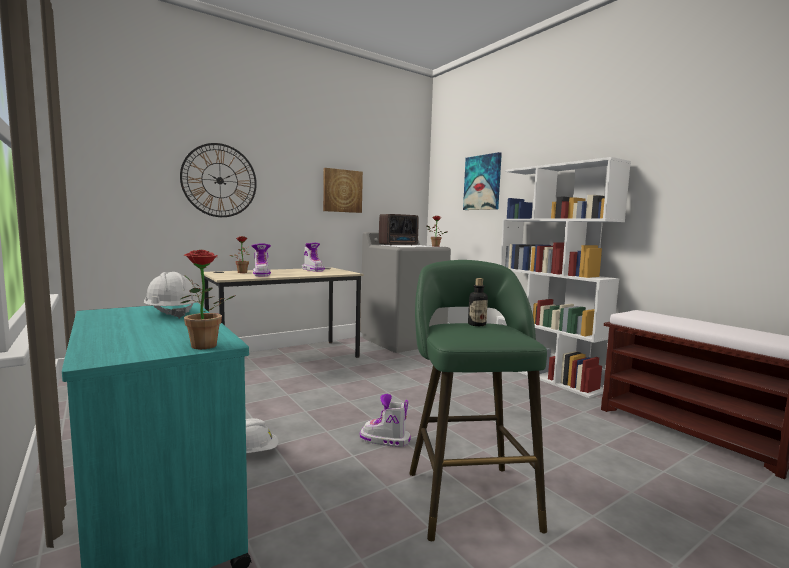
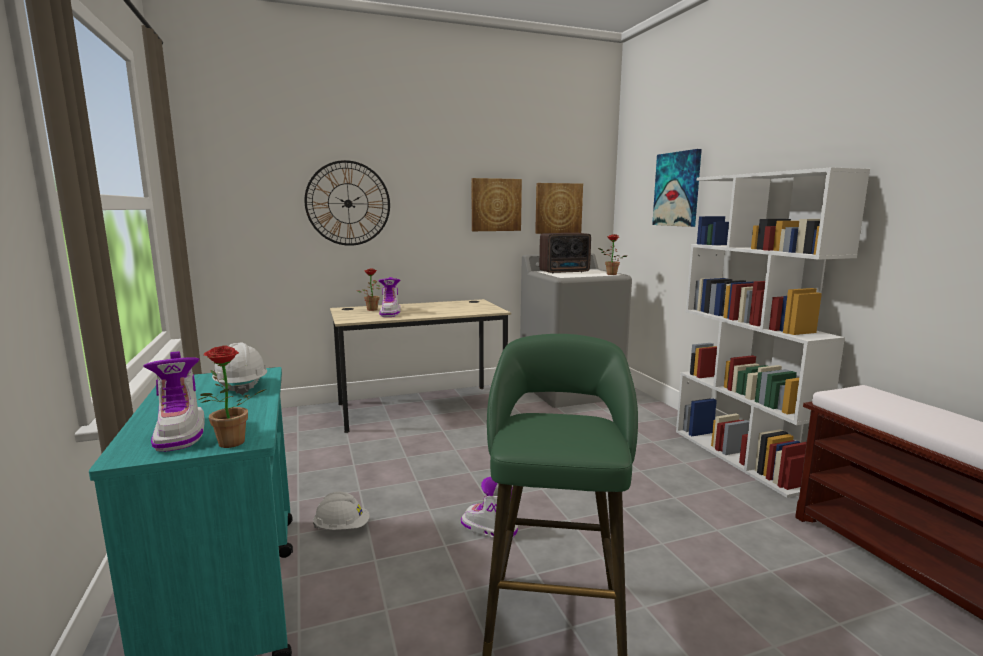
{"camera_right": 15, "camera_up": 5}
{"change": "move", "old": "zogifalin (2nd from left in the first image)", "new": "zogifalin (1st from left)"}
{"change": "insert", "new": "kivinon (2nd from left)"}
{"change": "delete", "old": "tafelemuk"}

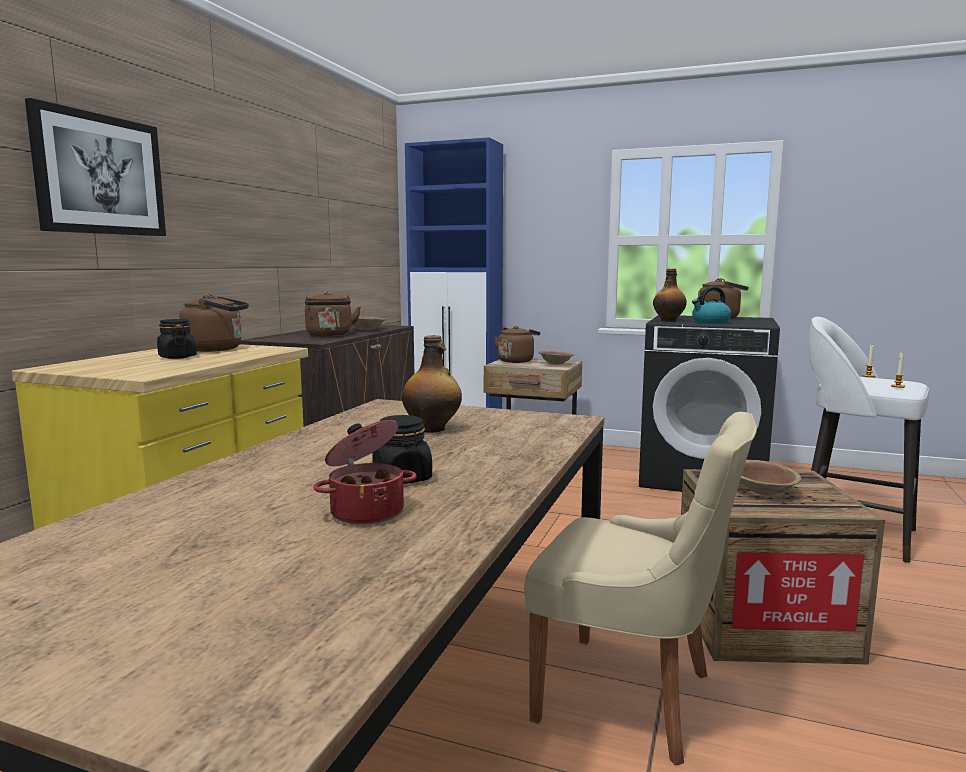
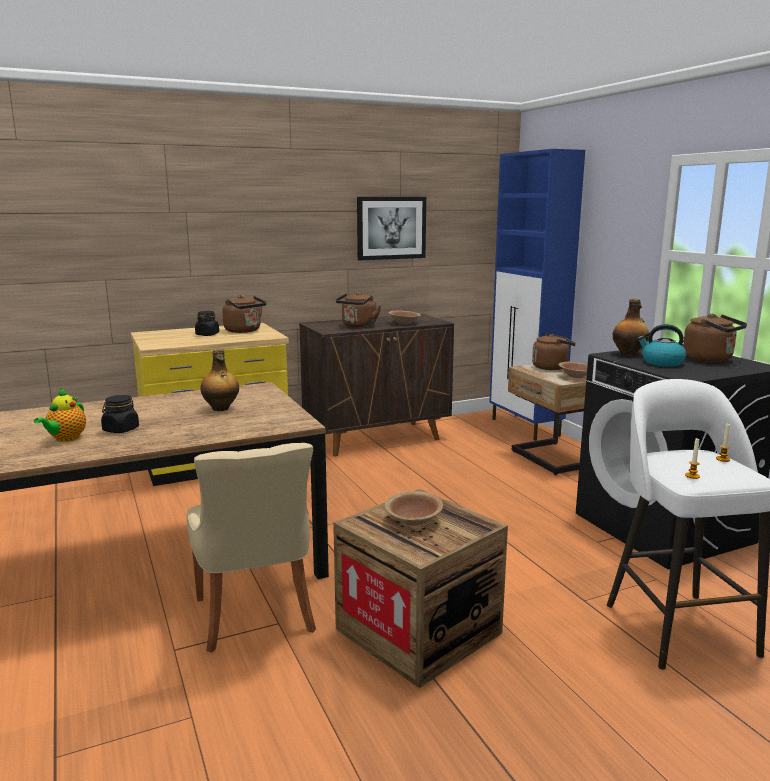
{"camera_right": 45, "camera_up": 5}
{"change": "replace", "old": "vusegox", "new": "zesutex"}
{"change": "move", "old": "kivinon"}

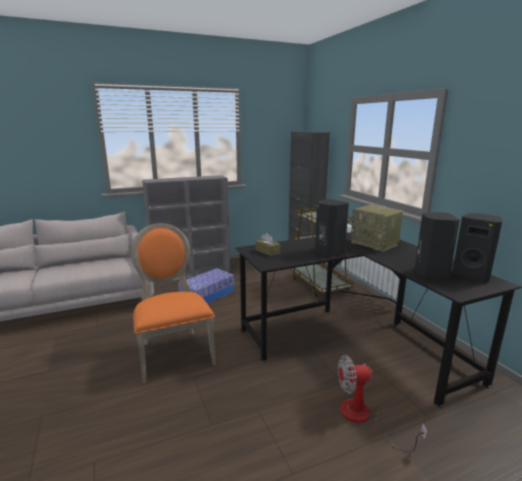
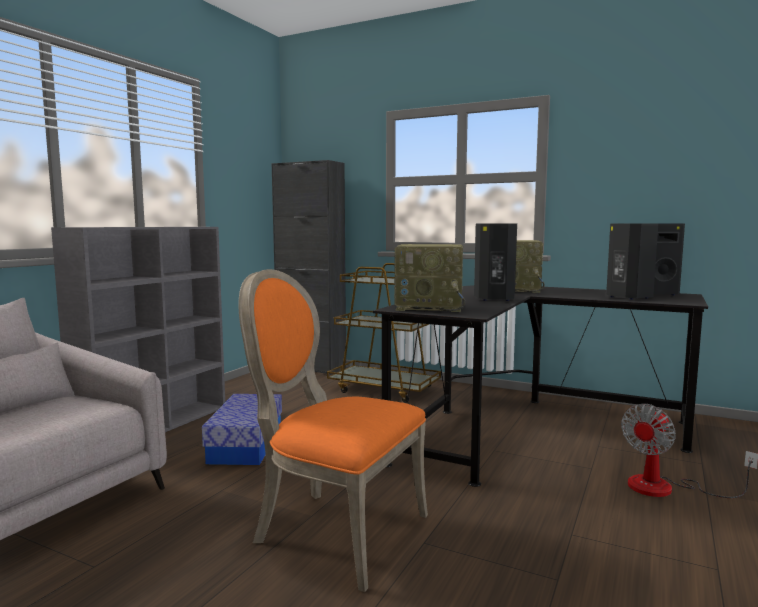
{"camera_right": -40, "camera_up": -10}
{"change": "replace", "old": "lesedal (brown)", "new": "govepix (1st from left)"}

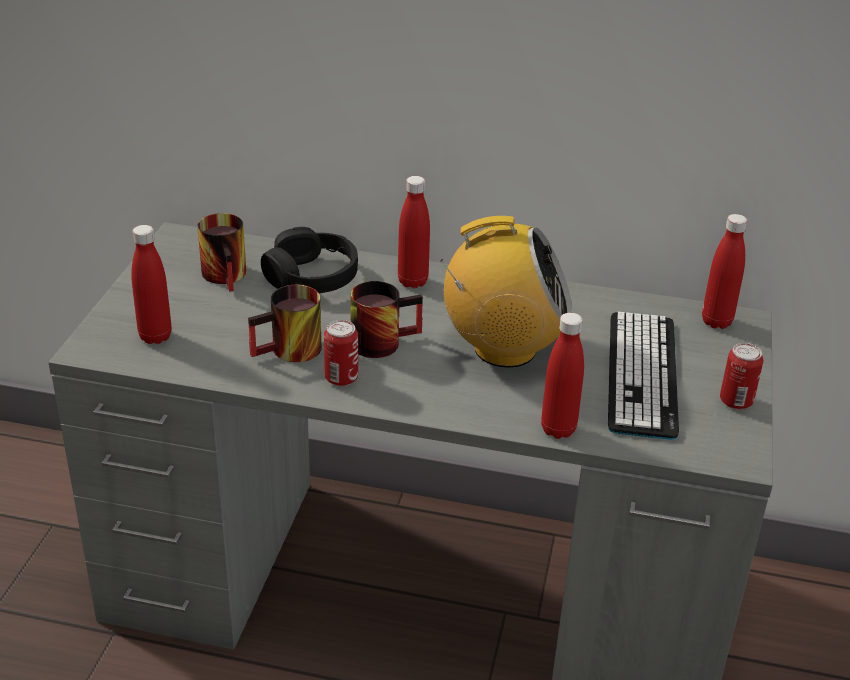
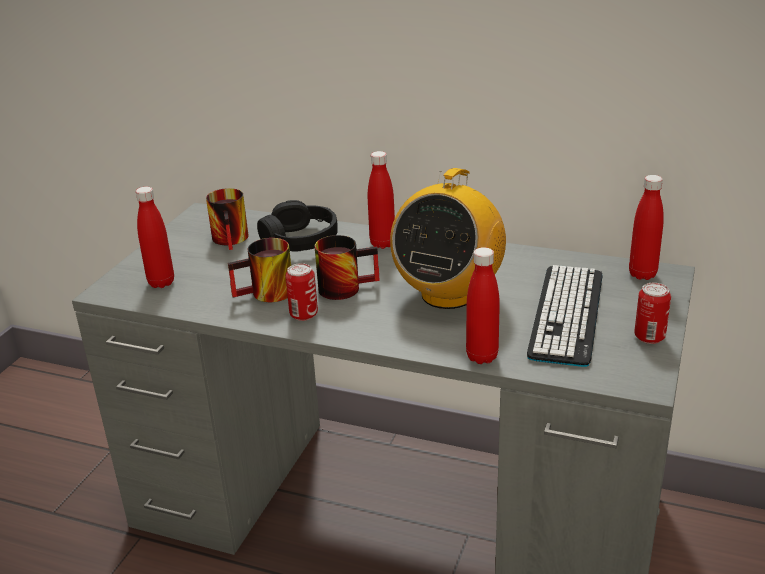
{"camera_right": 10, "camera_up": -5}
{"change": "rotate", "old": "govepix", "degrees": 105}

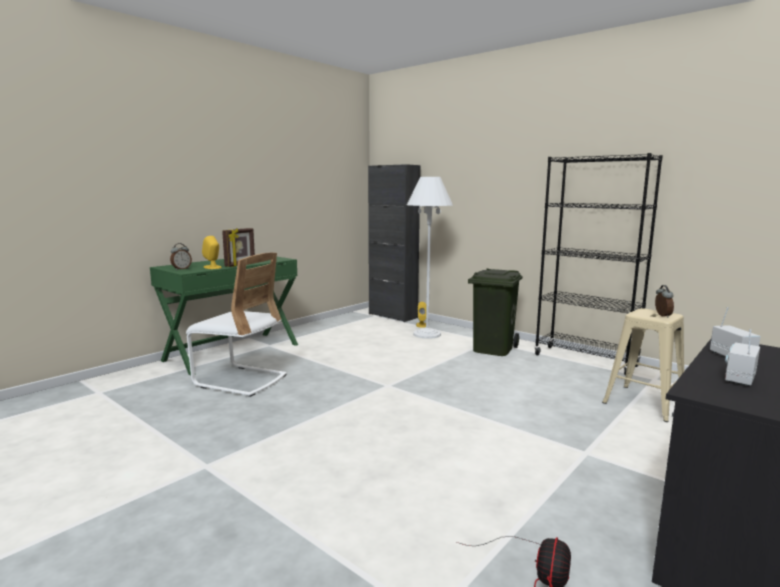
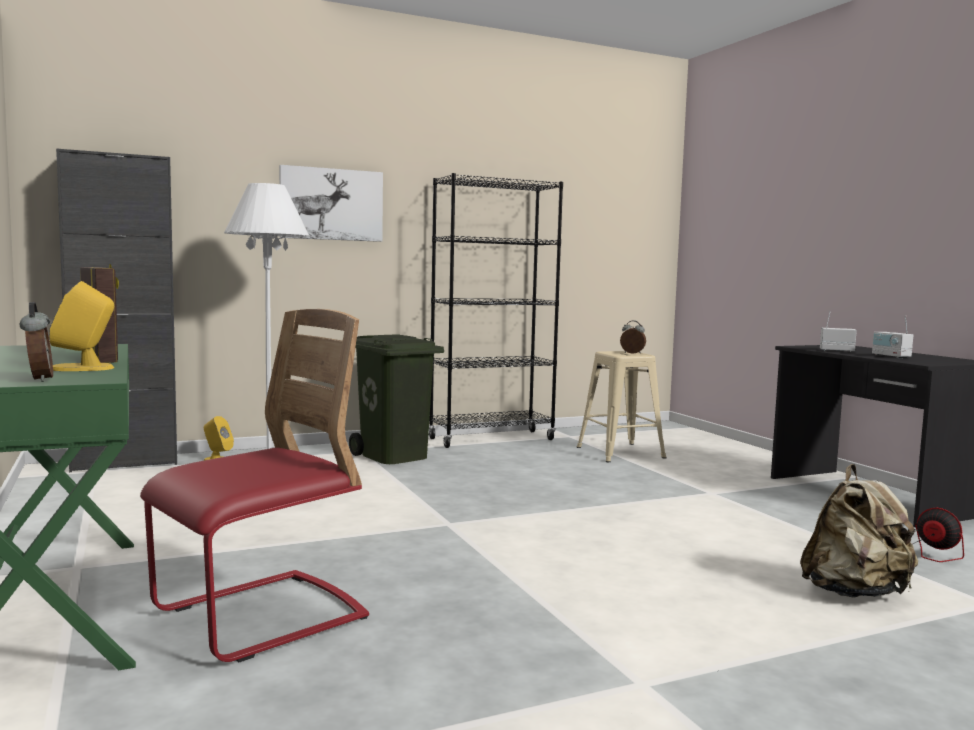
{"camera_right": -65, "camera_up": -5}
{"change": "recolor", "old": "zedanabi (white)", "new": "zedanabi (red)"}
{"change": "insert", "new": "kivinon"}
{"change": "insert", "new": "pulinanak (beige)"}

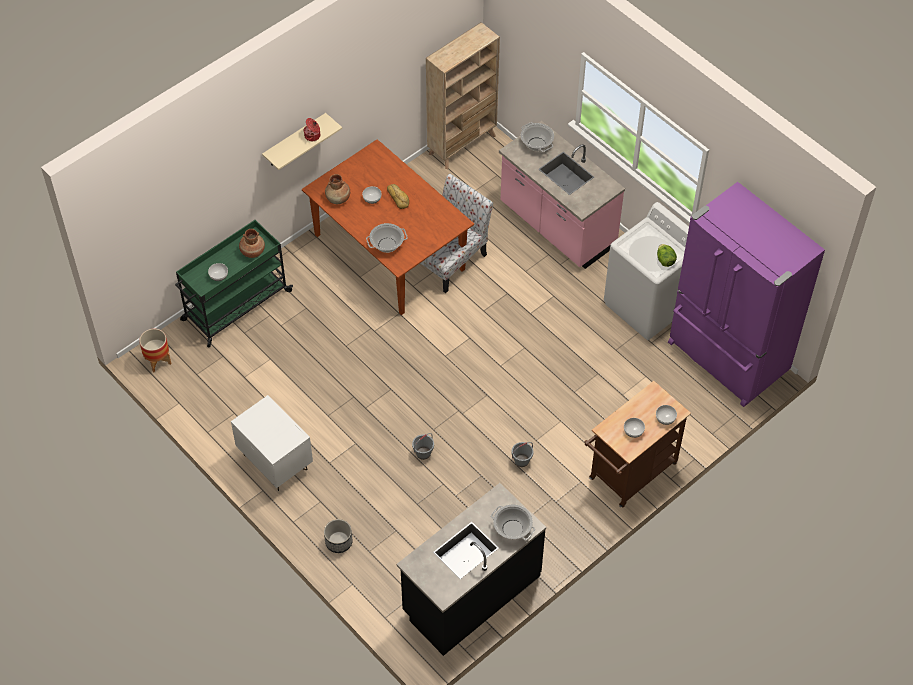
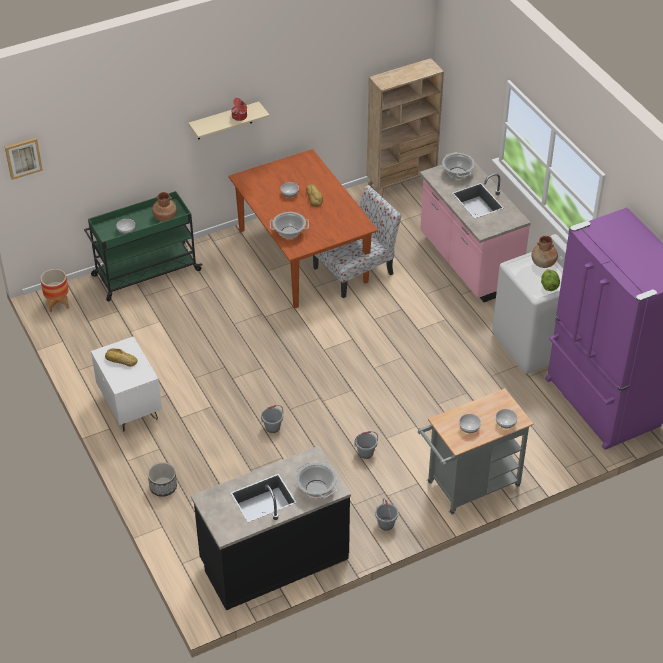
{"camera_right": 15, "camera_up": -10}
{"change": "insert", "new": "kivinon"}
{"change": "insert", "new": "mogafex (1st from left)"}
{"change": "insert", "new": "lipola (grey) (3rd from left)"}
{"change": "recolor", "old": "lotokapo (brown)", "new": "lotokapo (grey)"}
{"change": "move", "old": "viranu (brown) (2nd from left)"}

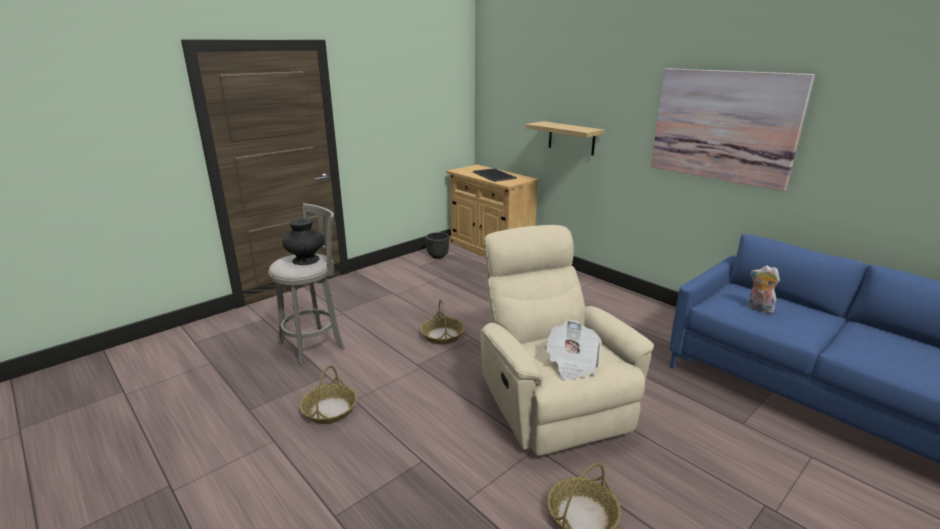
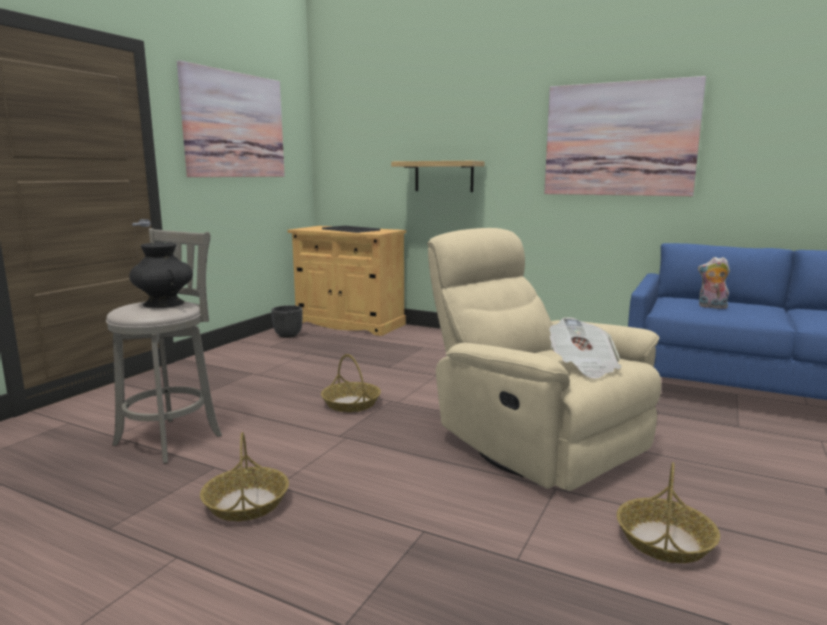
{"camera_right": -20, "camera_up": -10}
{"change": "insert", "new": "kivinon (1st from left)"}

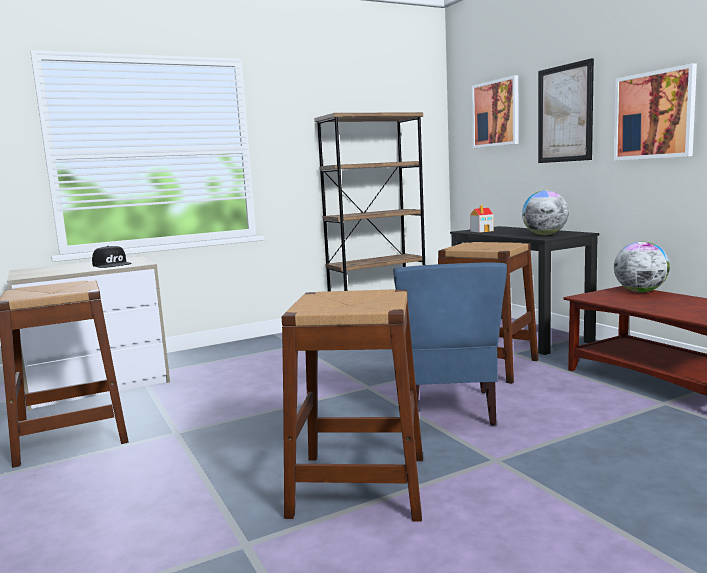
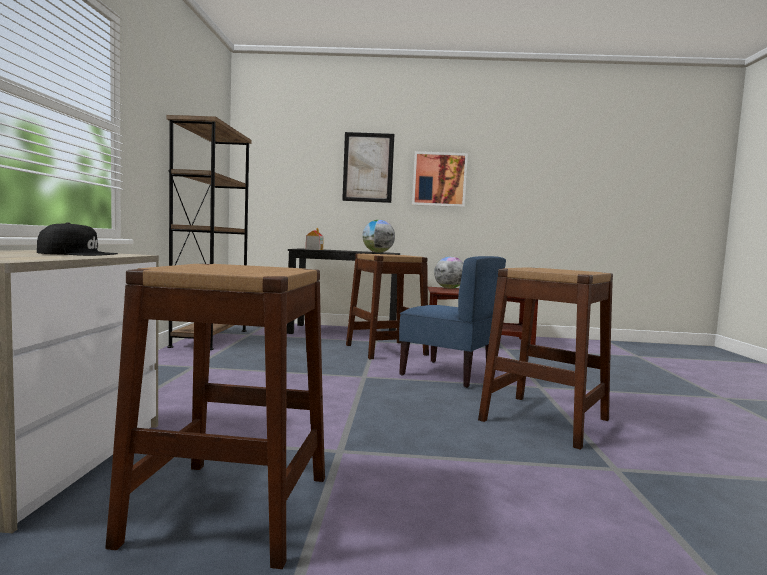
{"camera_right": -60, "camera_up": -5}
{"change": "delete", "old": "kivinon (1st from left)"}

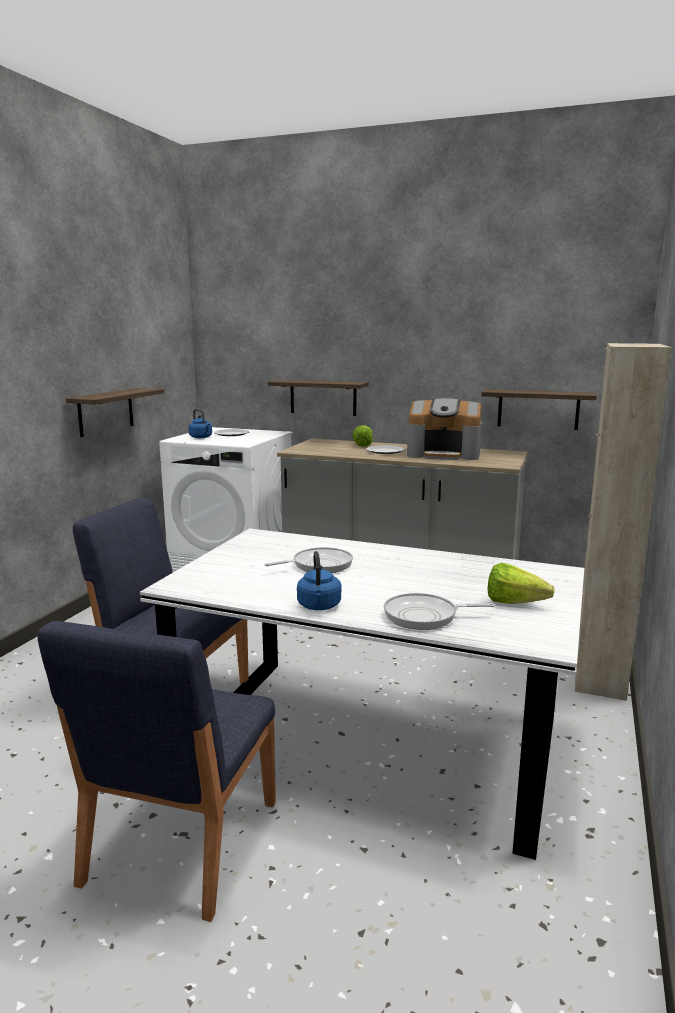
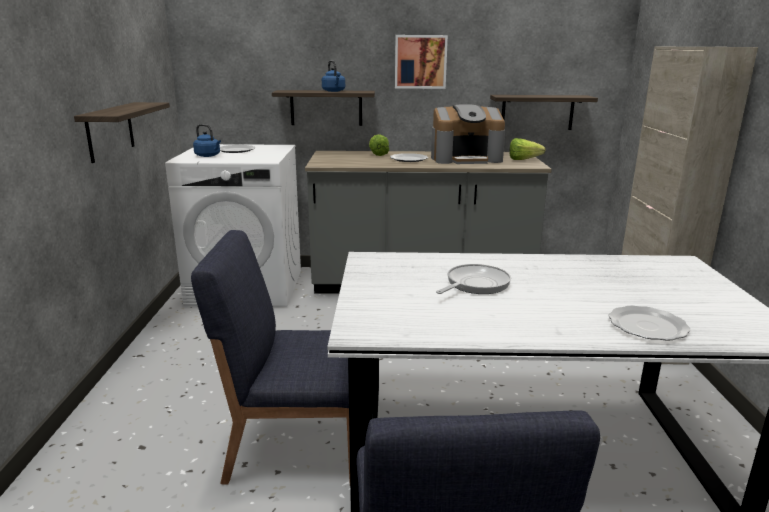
{"camera_right": -20, "camera_up": 5}
{"change": "move", "old": "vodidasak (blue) (2nd from left)"}
{"change": "insert", "new": "kivinon"}
{"change": "move", "old": "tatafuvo (2nd from left)"}
{"change": "replace", "old": "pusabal (2nd from left)", "new": "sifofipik (3rd from left)"}

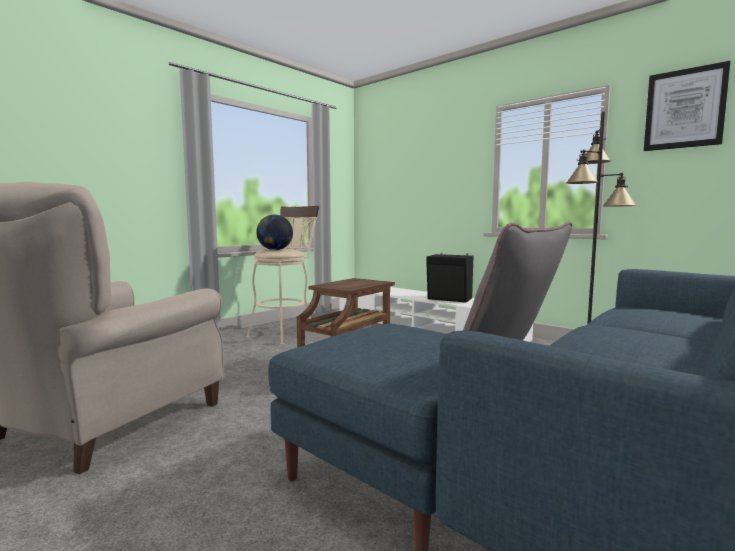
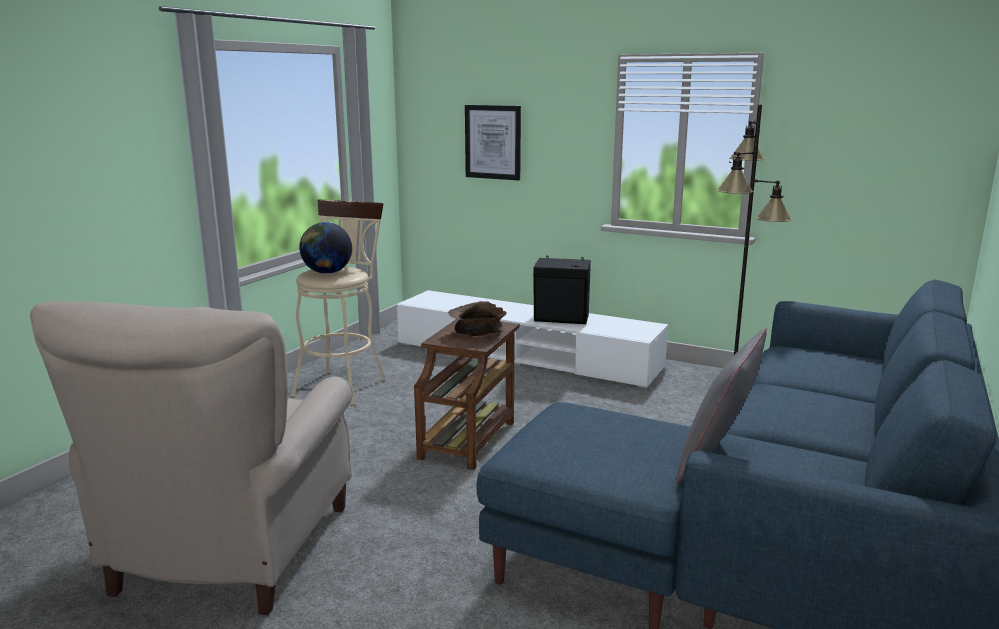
{"camera_right": -15, "camera_up": 10}
{"change": "insert", "new": "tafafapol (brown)"}
{"change": "move", "old": "kivinon"}

